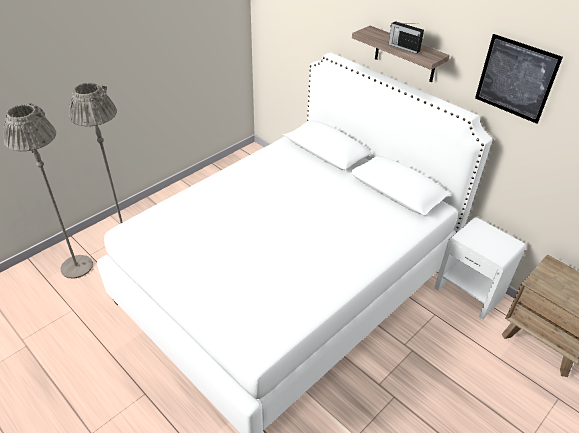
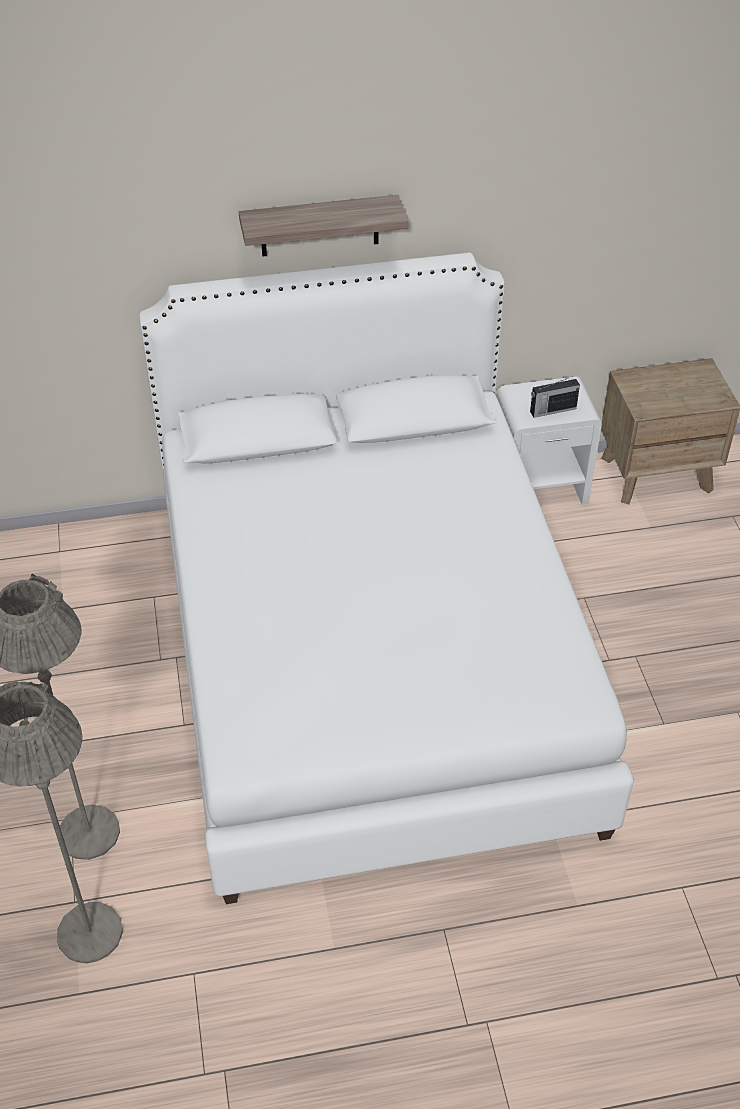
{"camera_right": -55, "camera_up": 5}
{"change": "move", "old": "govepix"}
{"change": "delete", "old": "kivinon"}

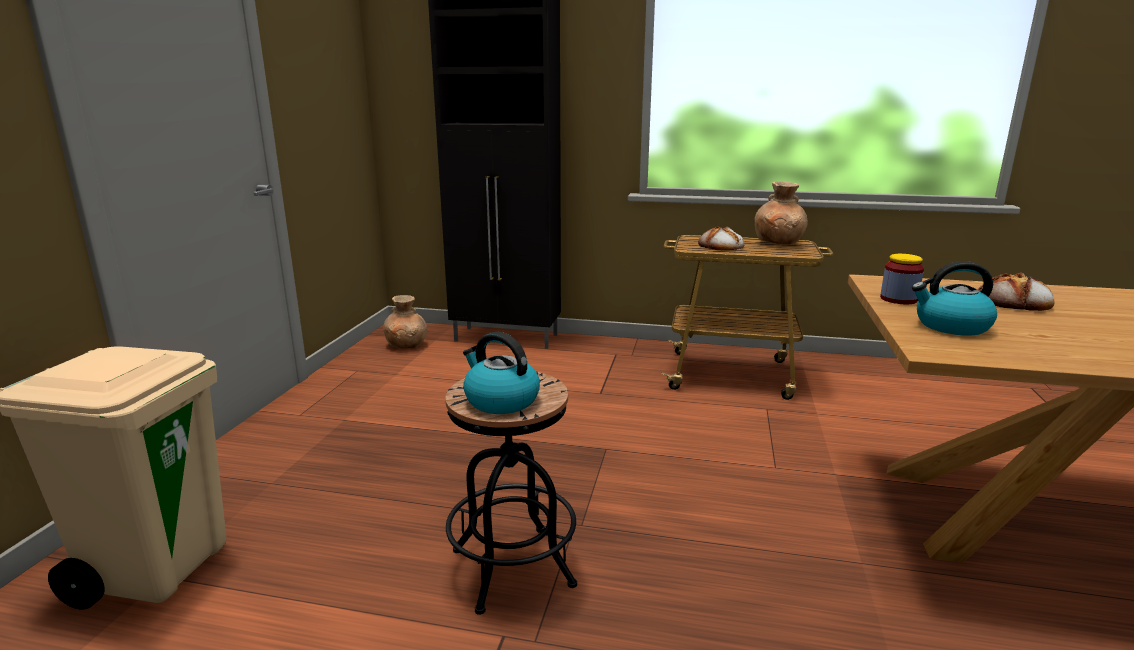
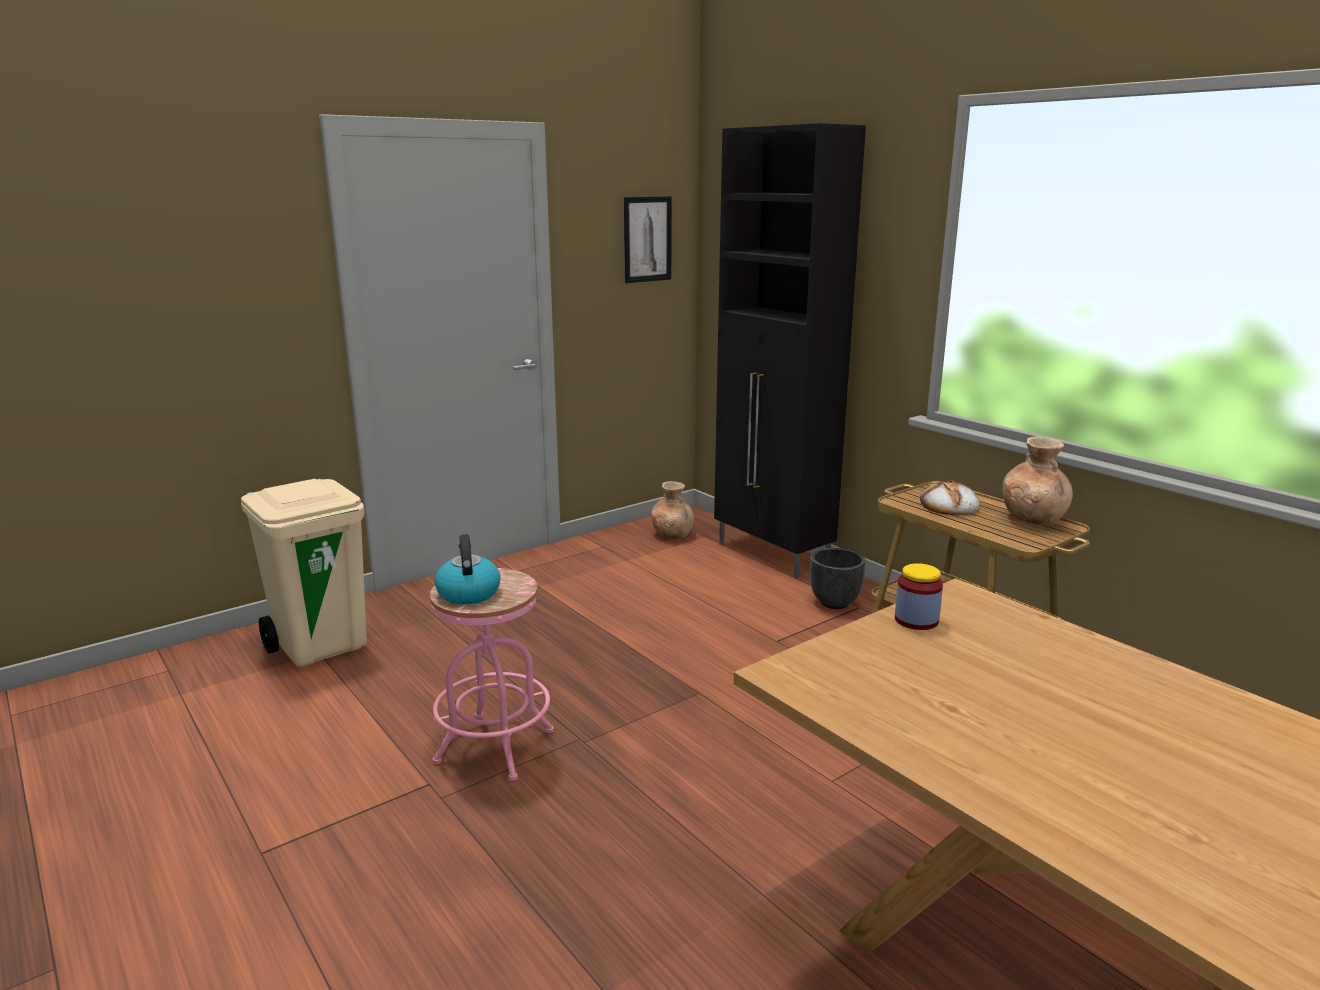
{"camera_right": 40, "camera_up": 0}
{"change": "recolor", "old": "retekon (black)", "new": "retekon (pink)"}
{"change": "insert", "new": "kivinon"}
{"change": "insert", "new": "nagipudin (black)"}
{"change": "delete", "old": "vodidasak (2nd from left)"}
{"change": "delete", "old": "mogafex (2nd from left)"}

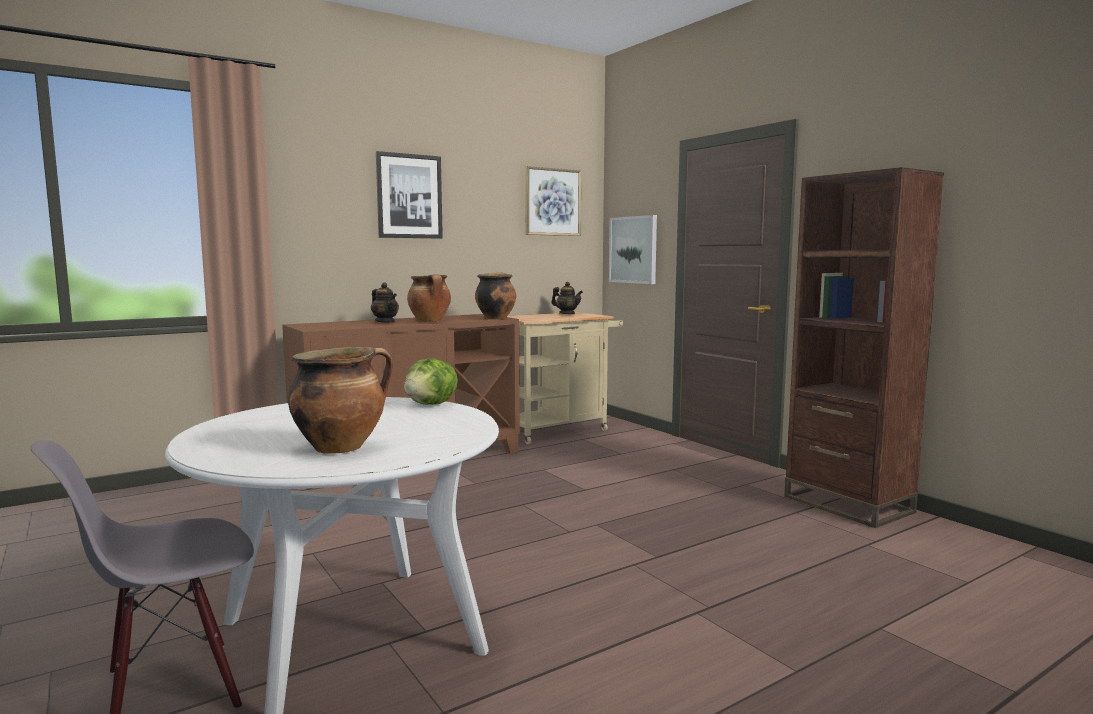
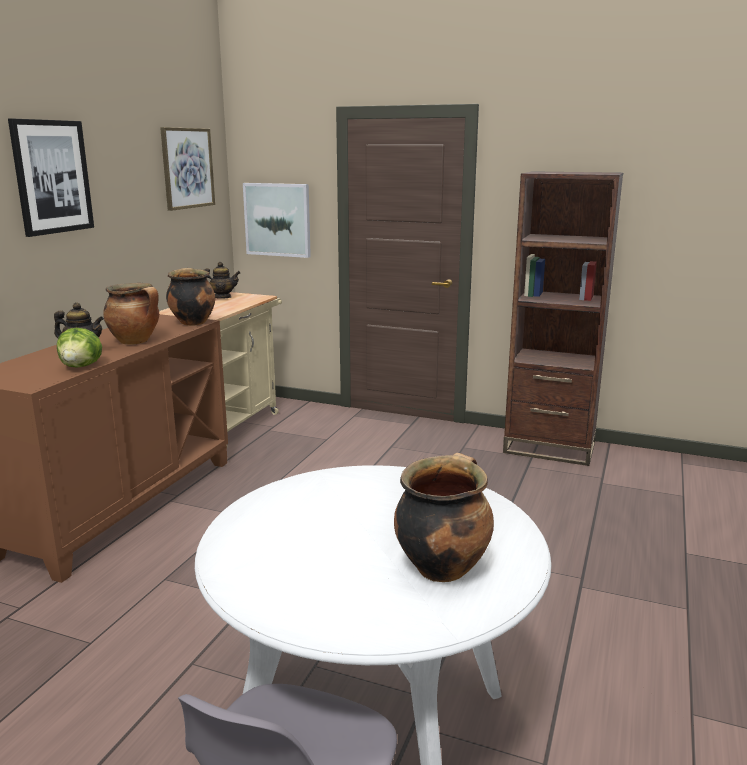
{"camera_right": -35, "camera_up": 10}
{"change": "move", "old": "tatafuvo"}

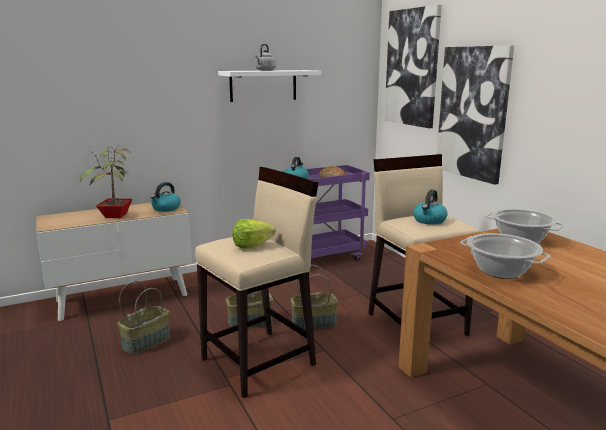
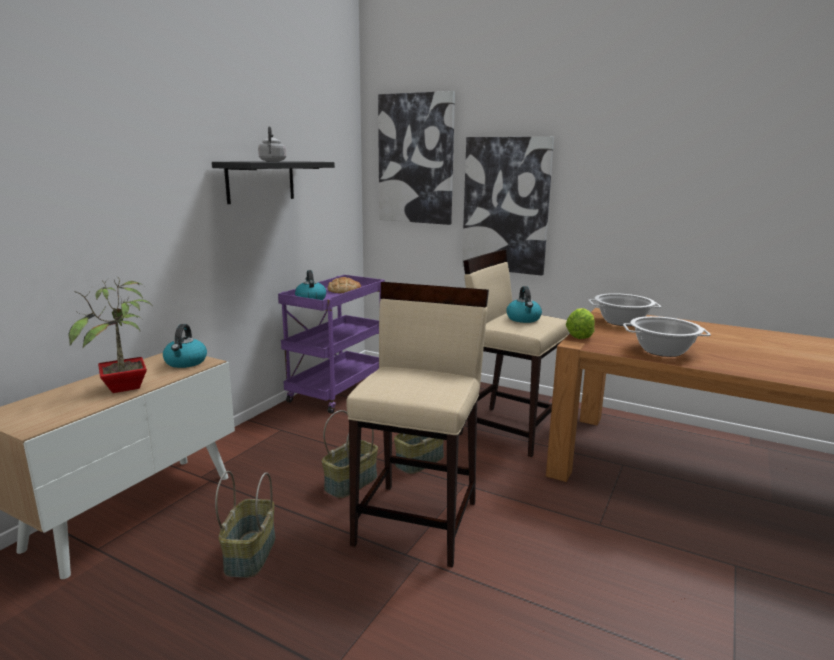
{"camera_right": -35, "camera_up": 0}
{"change": "recolor", "old": "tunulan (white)", "new": "tunulan (black)"}
{"change": "move", "old": "tatafuvo"}

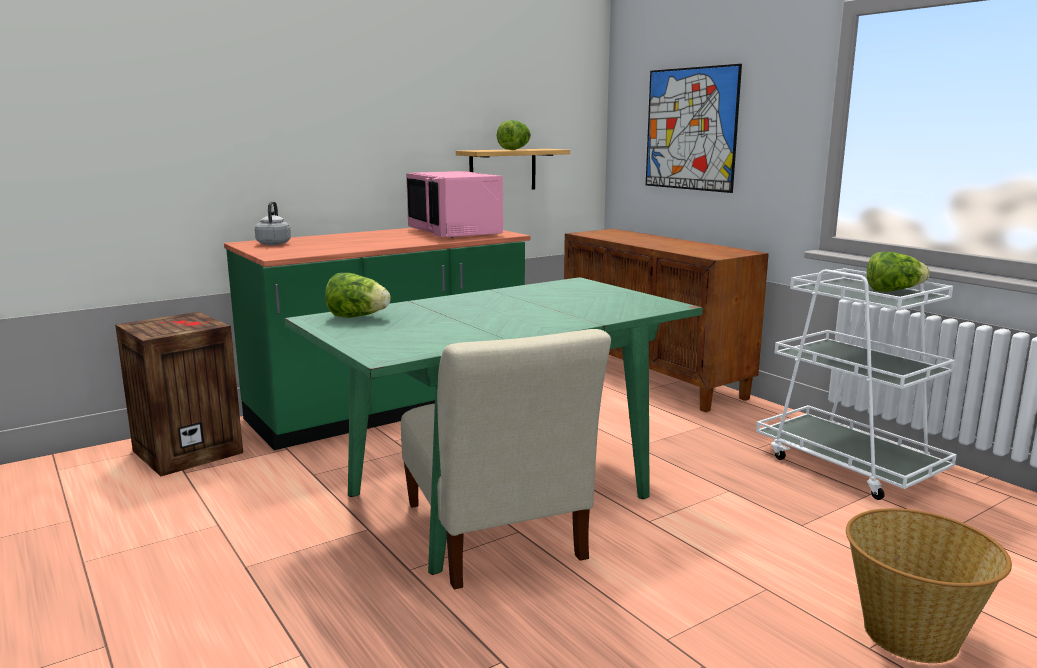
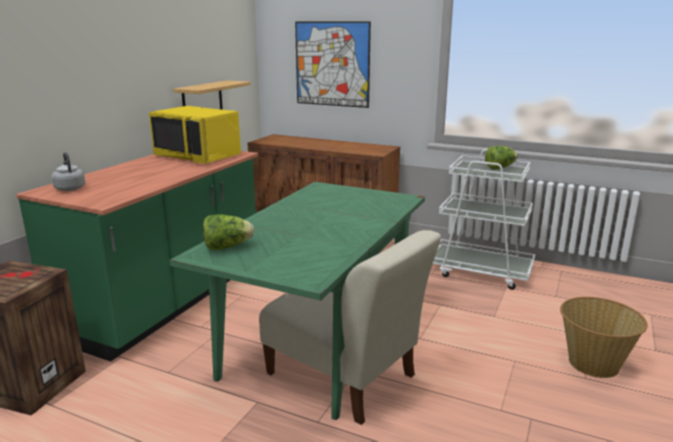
{"camera_right": -30, "camera_up": 5}
{"change": "recolor", "old": "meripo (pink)", "new": "meripo (yellow)"}
{"change": "delete", "old": "tatafuvo (2nd from left)"}

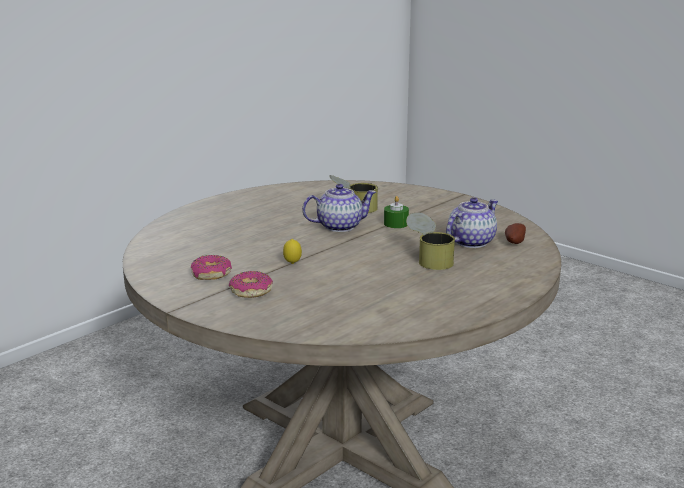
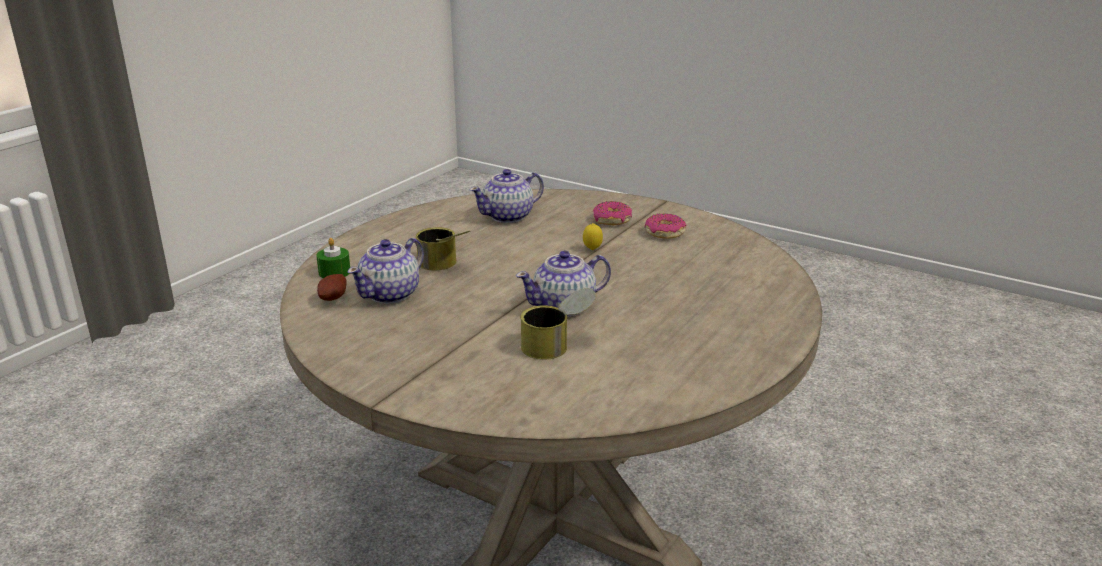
{"camera_right": 170, "camera_up": 5}
{"change": "move", "old": "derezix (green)"}
{"change": "insert", "new": "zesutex (2nd from left)"}

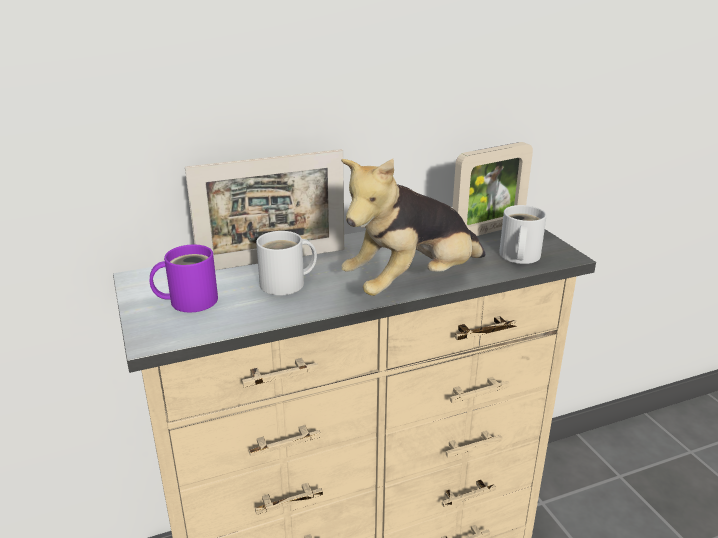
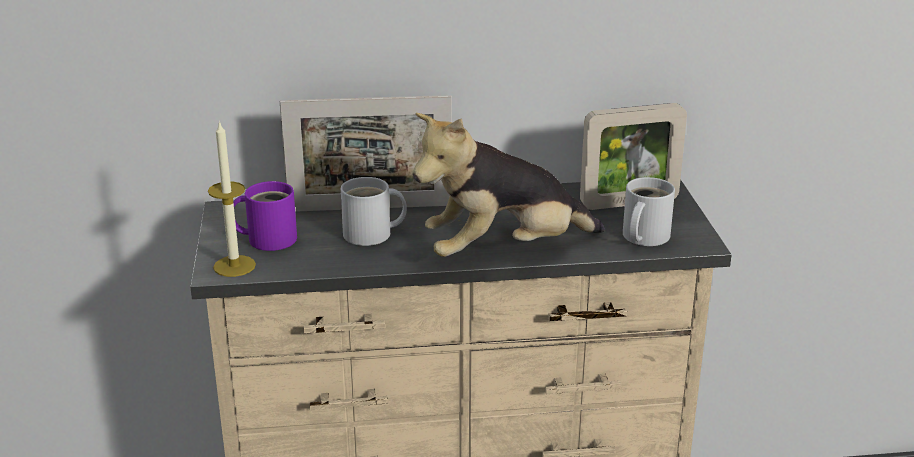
{"camera_right": 15, "camera_up": 0}
{"change": "insert", "new": "derezix"}

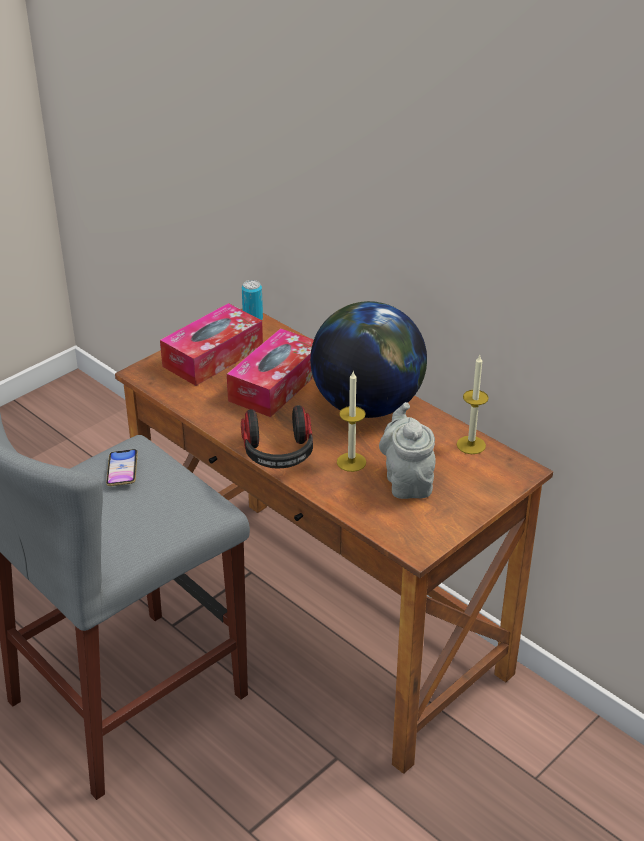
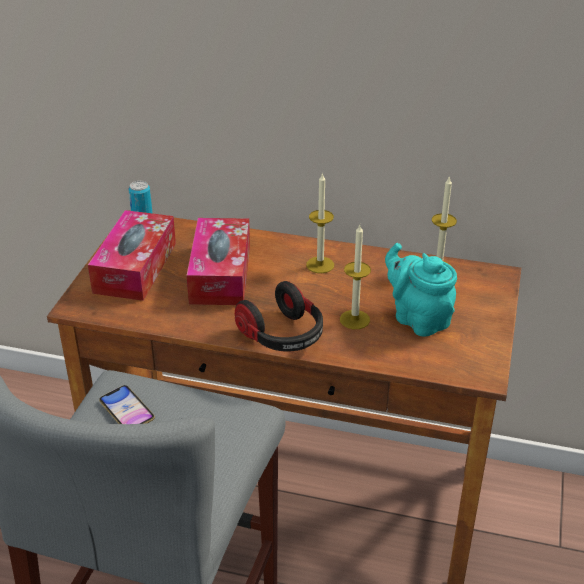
{"camera_right": -30, "camera_up": 0}
{"change": "replace", "old": "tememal", "new": "derezix (1st from left)"}
{"change": "recolor", "old": "zesutex (grey)", "new": "zesutex (turquoise)"}

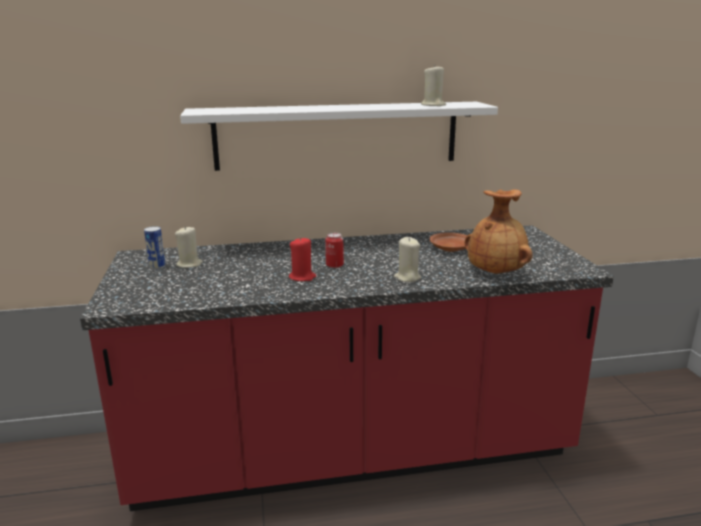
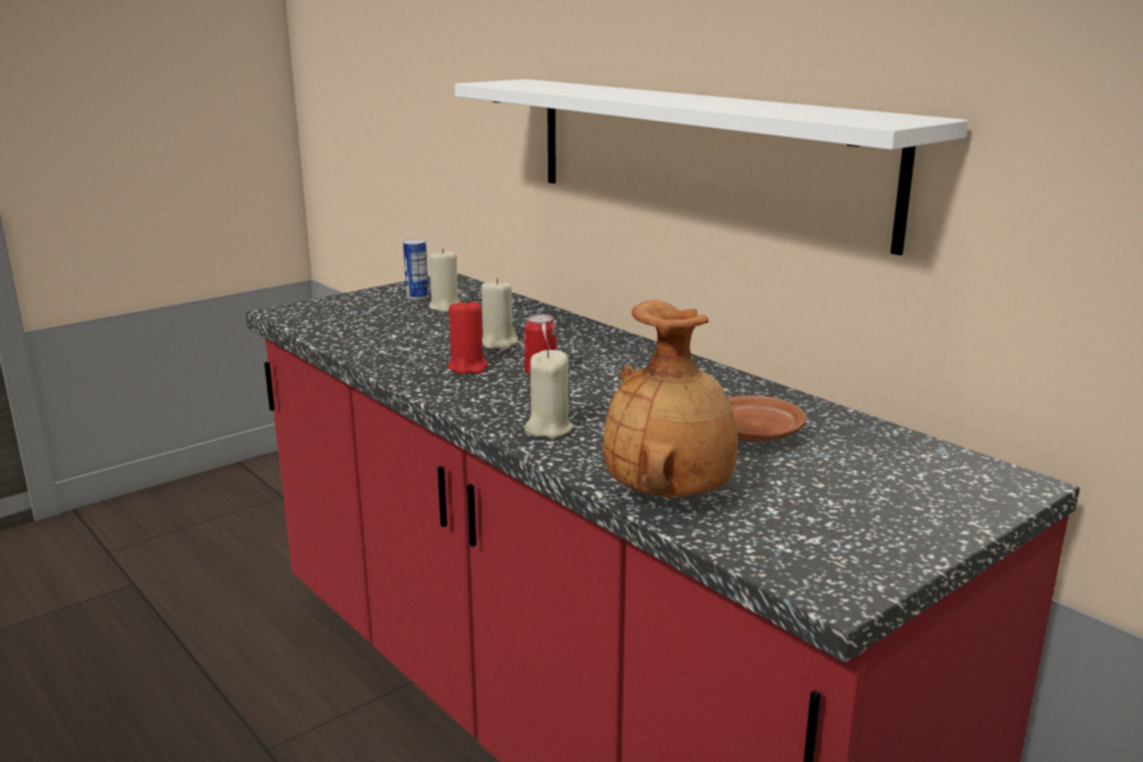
{"camera_right": 60, "camera_up": 0}
{"change": "move", "old": "derezix (beige) (3rd from left in the first image)", "new": "derezix (beige) (2nd from left)"}

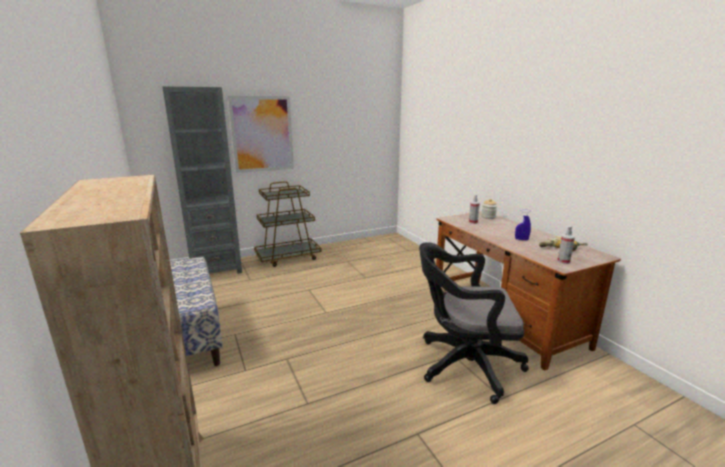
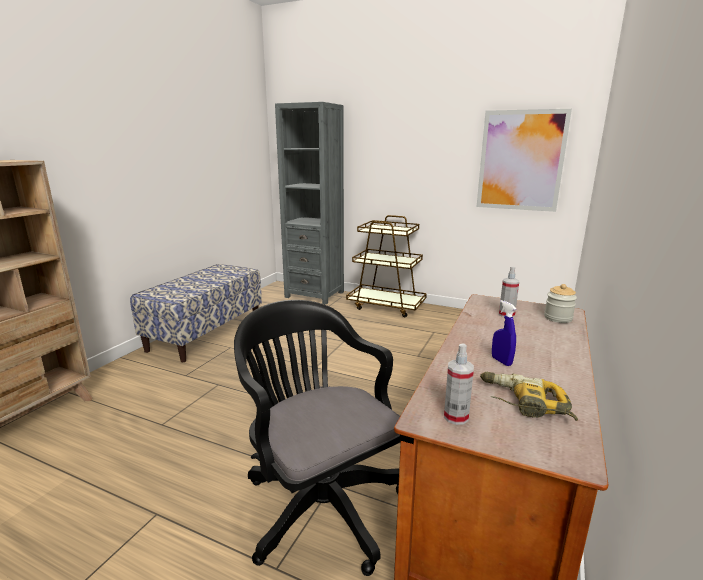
{"camera_right": 50, "camera_up": 0}
{"change": "move", "old": "kivinon"}

